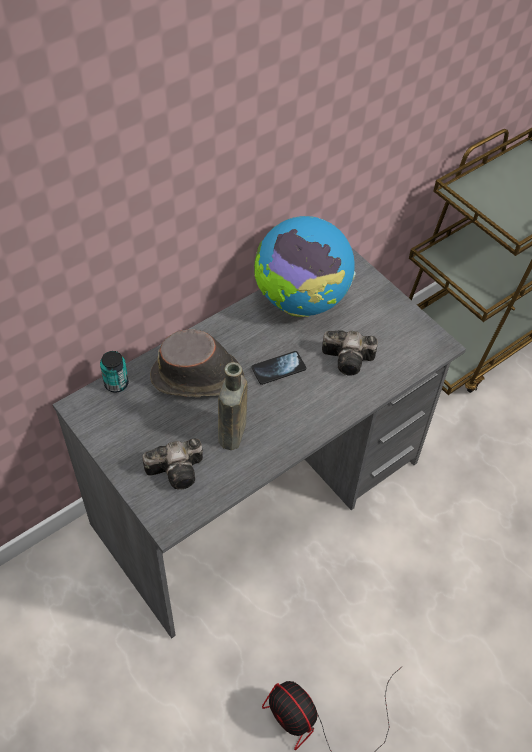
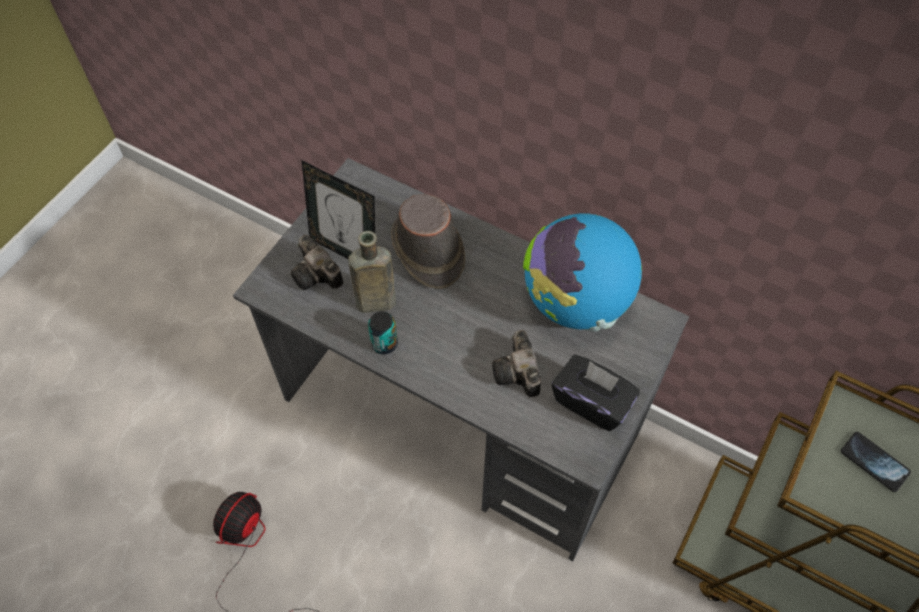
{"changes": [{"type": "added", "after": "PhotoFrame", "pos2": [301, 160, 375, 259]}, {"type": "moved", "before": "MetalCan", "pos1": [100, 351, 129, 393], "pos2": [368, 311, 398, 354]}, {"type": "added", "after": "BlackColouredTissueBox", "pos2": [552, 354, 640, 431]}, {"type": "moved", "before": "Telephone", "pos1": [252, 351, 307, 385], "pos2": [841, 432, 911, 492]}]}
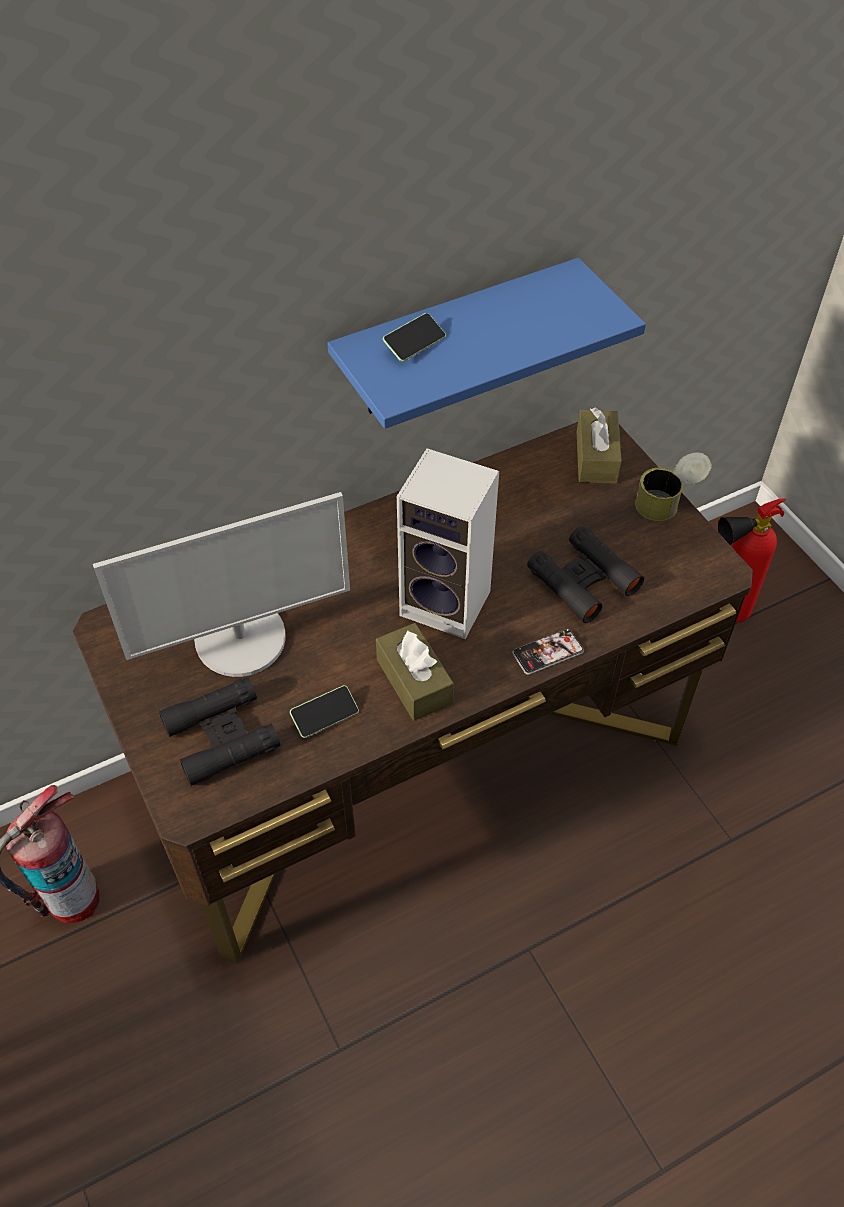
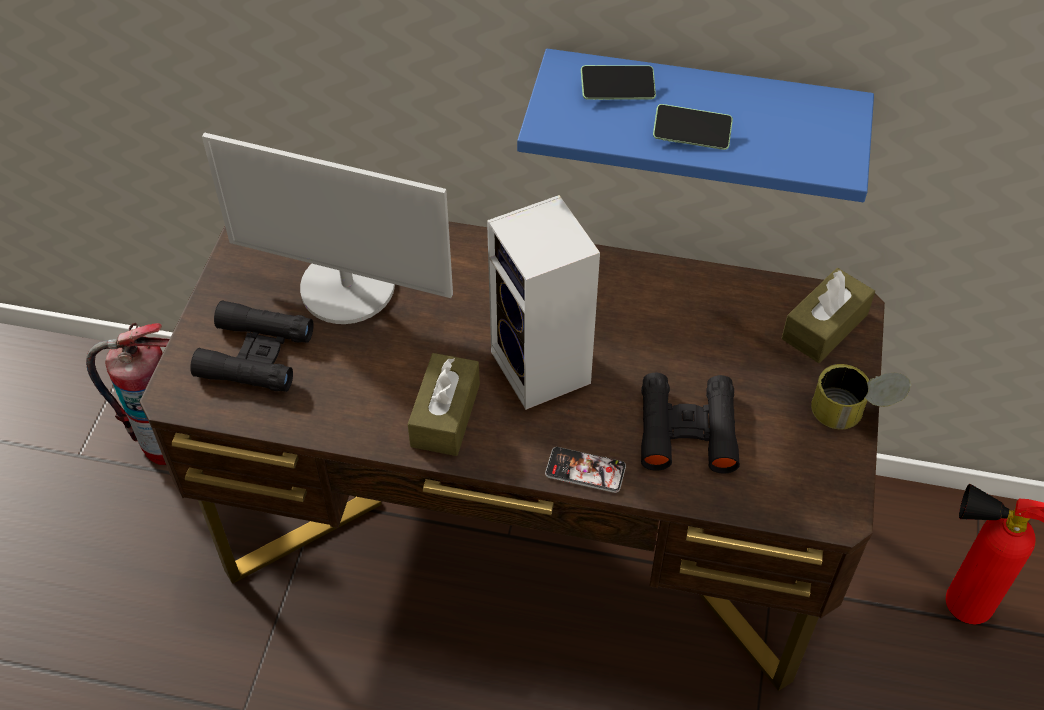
{"changes": [{"type": "moved", "before": "Telephone", "pos1": [290, 685, 359, 738], "pos2": [653, 104, 733, 150]}]}
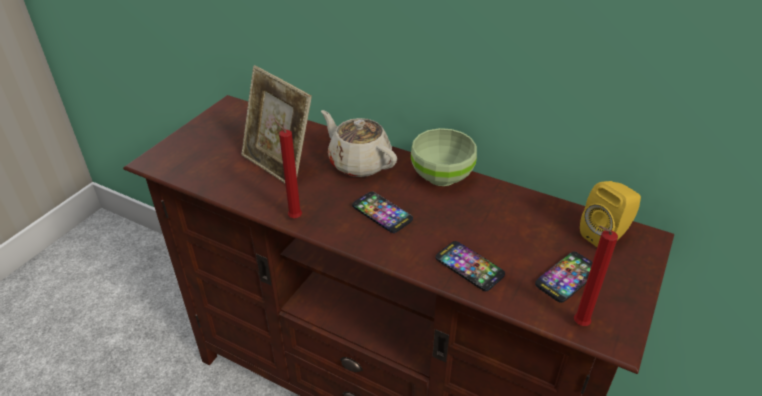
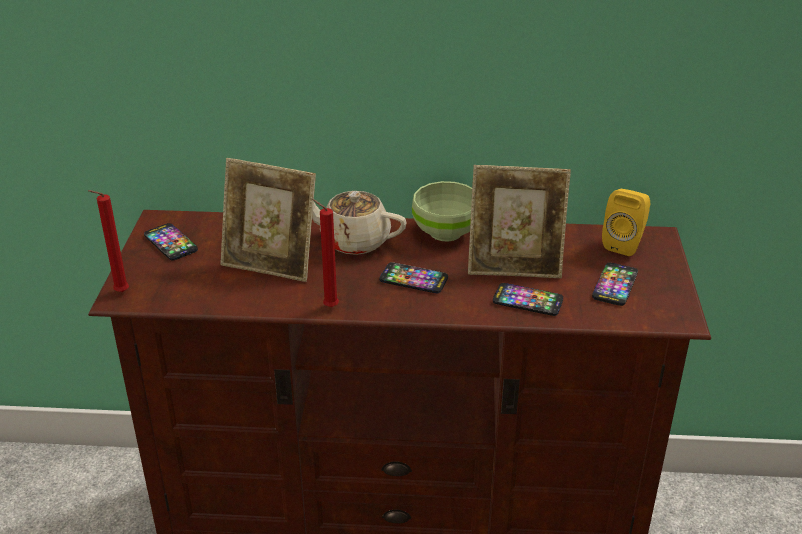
{"changes": [{"type": "moved", "before": "RedWaxCandle", "pos1": [574, 226, 618, 326], "pos2": [88, 190, 129, 292]}, {"type": "added", "after": "Telephone", "pos2": [144, 223, 198, 261]}, {"type": "added", "after": "PhotoFrame", "pos2": [468, 165, 571, 278]}]}
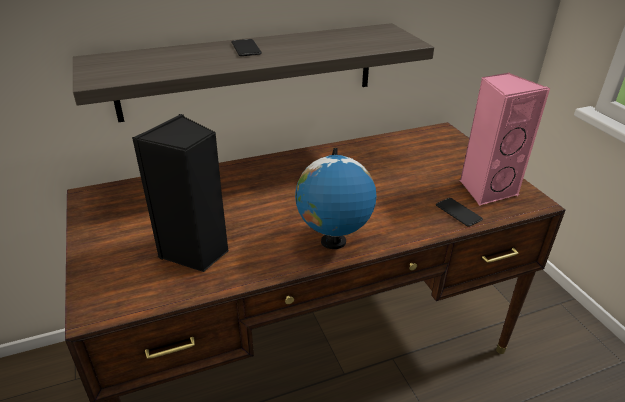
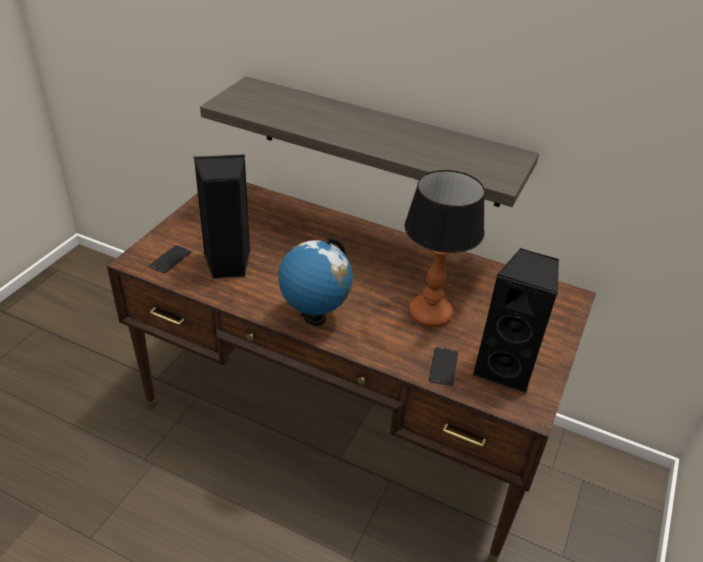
{"changes": [{"type": "moved", "before": "Telephone", "pos1": [231, 39, 262, 56], "pos2": [149, 245, 191, 273]}, {"type": "added", "after": "TableLamp", "pos2": [404, 170, 485, 327]}, {"type": "recoloured", "before": "PinkishLoudspeaker", "after": "BlackColouredLoudspeaker", "pos1": [460, 72, 550, 205], "pos2": [473, 248, 559, 394]}]}
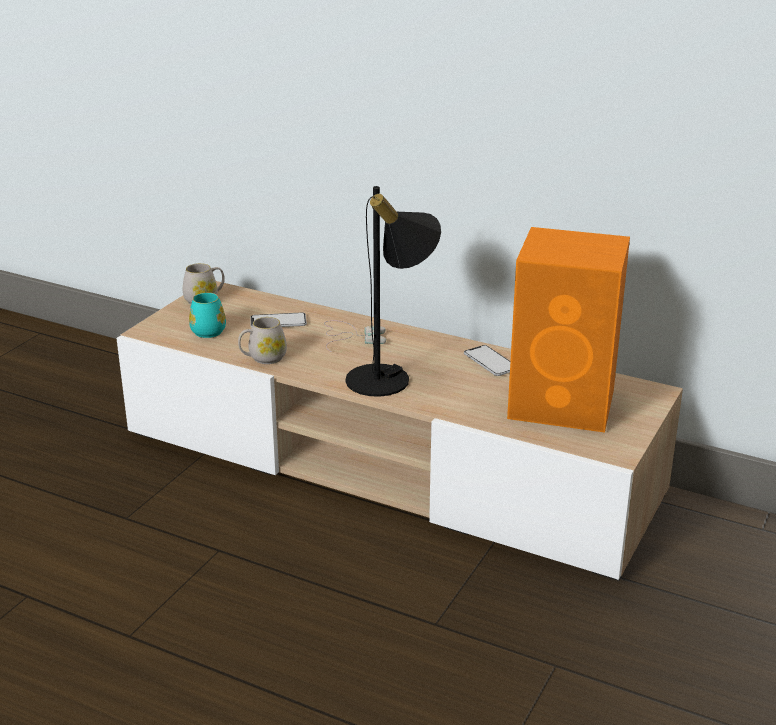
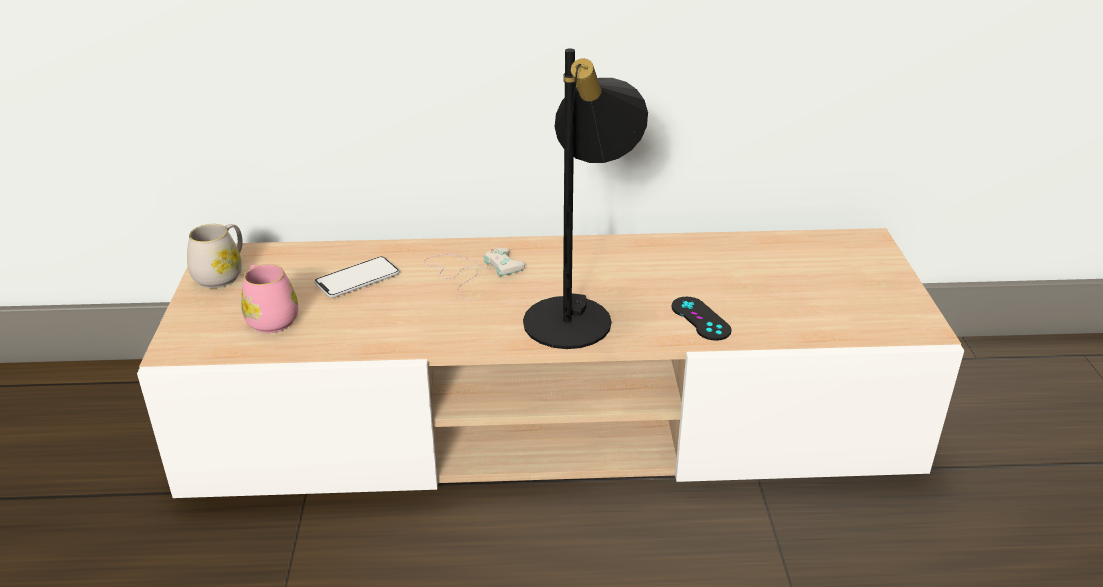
{"changes": [{"type": "recoloured", "before": "TurquoiseMug", "after": "PinkishMug", "pos1": [189, 292, 226, 338], "pos2": [241, 264, 298, 333]}, {"type": "added", "after": "BlackColouredGameController", "pos2": [671, 297, 732, 341]}, {"type": "removed", "before": "WhitishMug", "pos1": [238, 317, 287, 364]}, {"type": "removed", "before": "Telephone", "pos1": [464, 345, 510, 376]}, {"type": "removed", "before": "OrangeLoudspeaker", "pos1": [507, 227, 630, 433]}]}
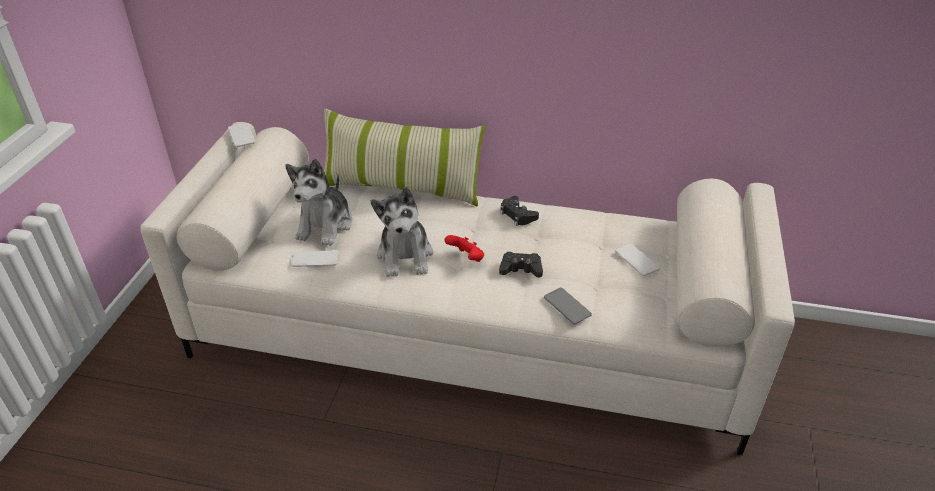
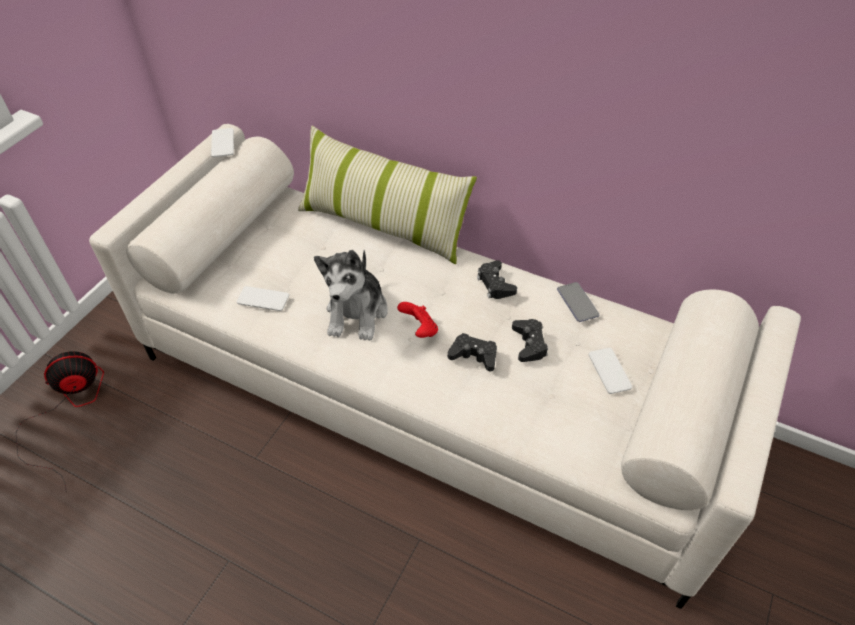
{"changes": [{"type": "added", "after": "CoolingFan", "pos2": [16, 351, 104, 493]}, {"type": "added", "after": "BlackColouredGameController", "pos2": [512, 319, 548, 362]}, {"type": "moved", "before": "Telephone", "pos1": [544, 288, 592, 324], "pos2": [557, 282, 599, 322]}, {"type": "removed", "before": "SoftToy", "pos1": [285, 158, 352, 246]}]}
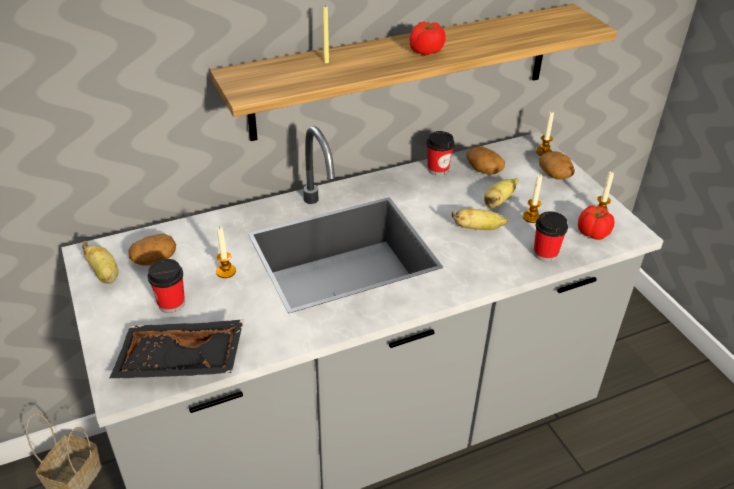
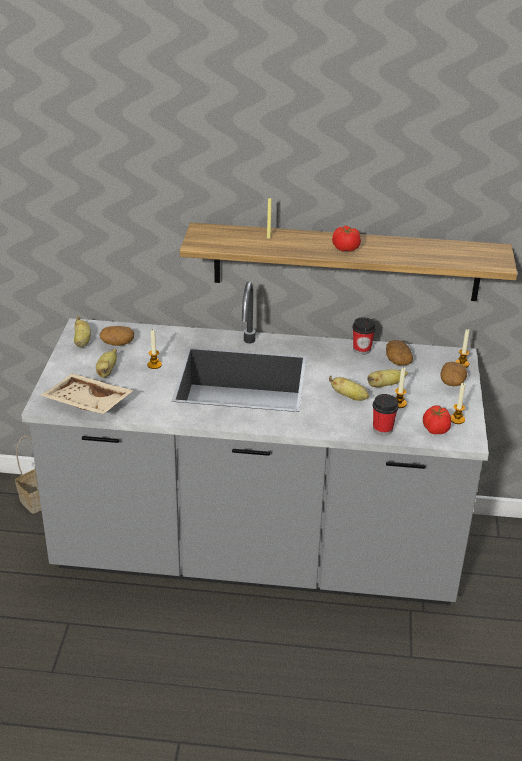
{"changes": [{"type": "recoloured", "before": "BlackColouredCarryingTray", "after": "SandColouredCarryingTray", "pos1": [109, 320, 244, 378], "pos2": [41, 374, 134, 414]}, {"type": "replaced", "before": "DrinkingCup", "after": "Banana", "pos1": [148, 259, 185, 313], "pos2": [96, 349, 117, 378]}]}
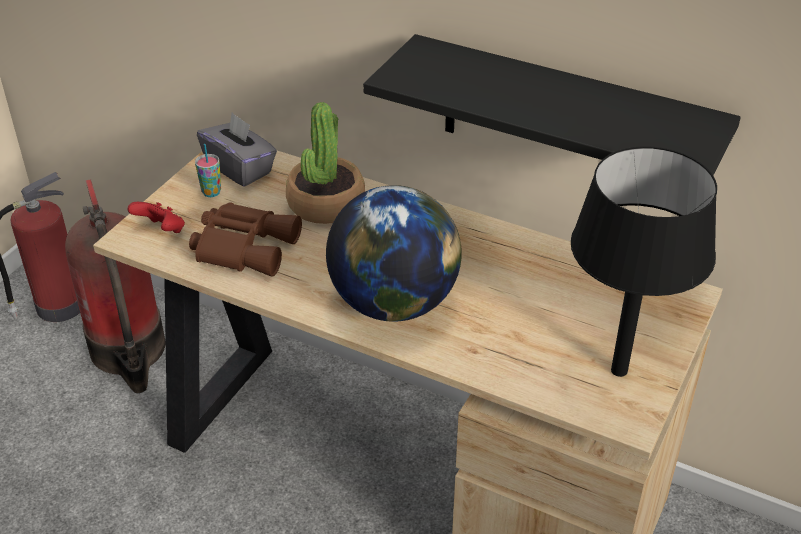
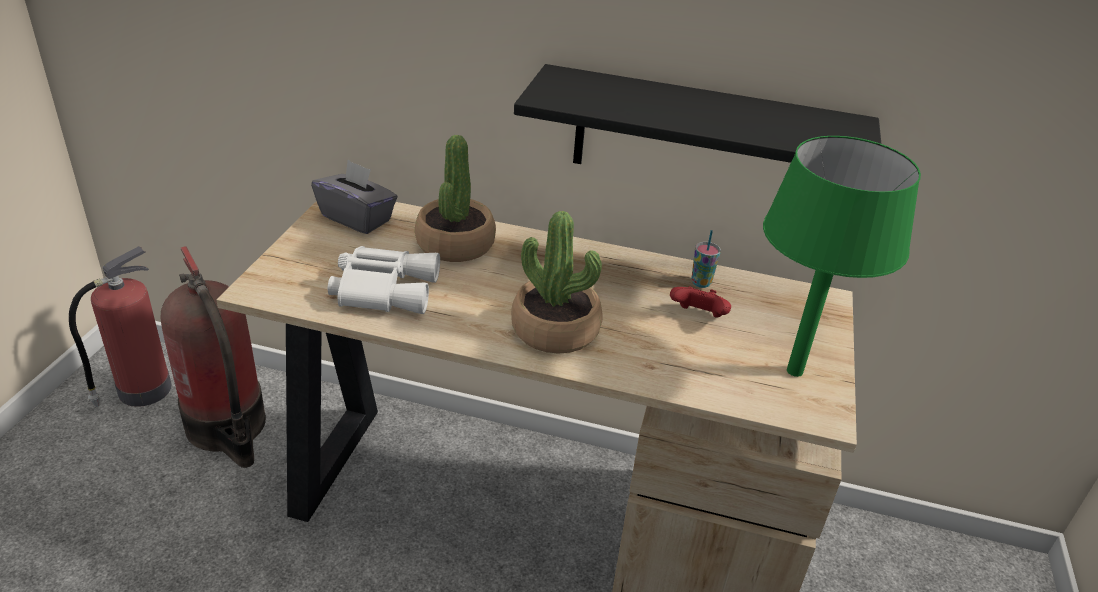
{"changes": [{"type": "recoloured", "before": "BrownColouredBinoculars", "after": "WhitishBinoculars", "pos1": [189, 202, 302, 277], "pos2": [328, 246, 440, 314]}, {"type": "replaced", "before": "DeskGlobe", "after": "PlantInAPot", "pos1": [326, 185, 462, 322], "pos2": [511, 211, 603, 354]}, {"type": "moved", "before": "RedGameController", "pos1": [128, 202, 185, 233], "pos2": [670, 287, 731, 318]}, {"type": "moved", "before": "DrinkingCup", "pos1": [195, 144, 221, 197], "pos2": [691, 230, 721, 288]}, {"type": "recoloured", "before": "BlackColouredTableLamp", "after": "GreenishTableLamp", "pos1": [571, 146, 717, 377], "pos2": [763, 136, 921, 377]}]}
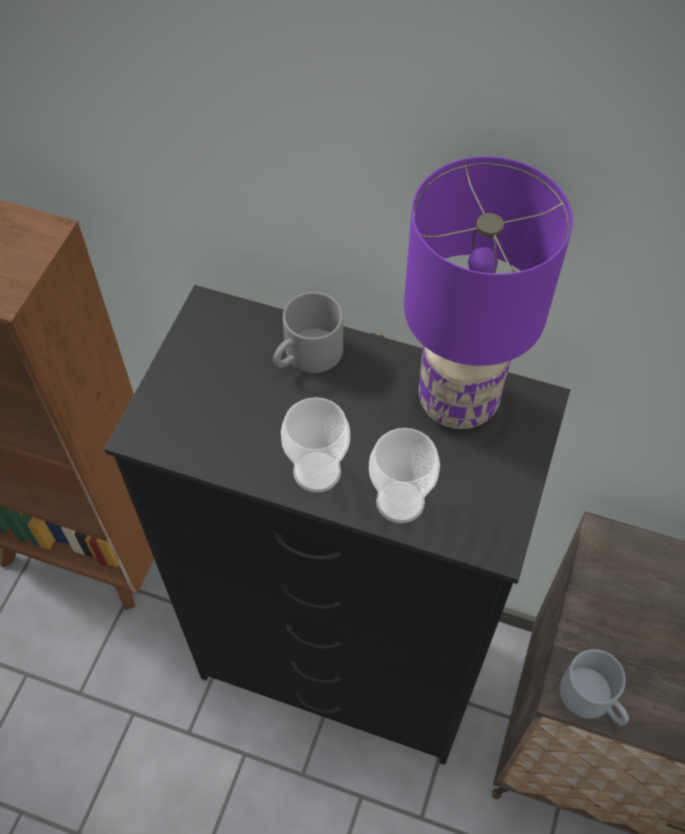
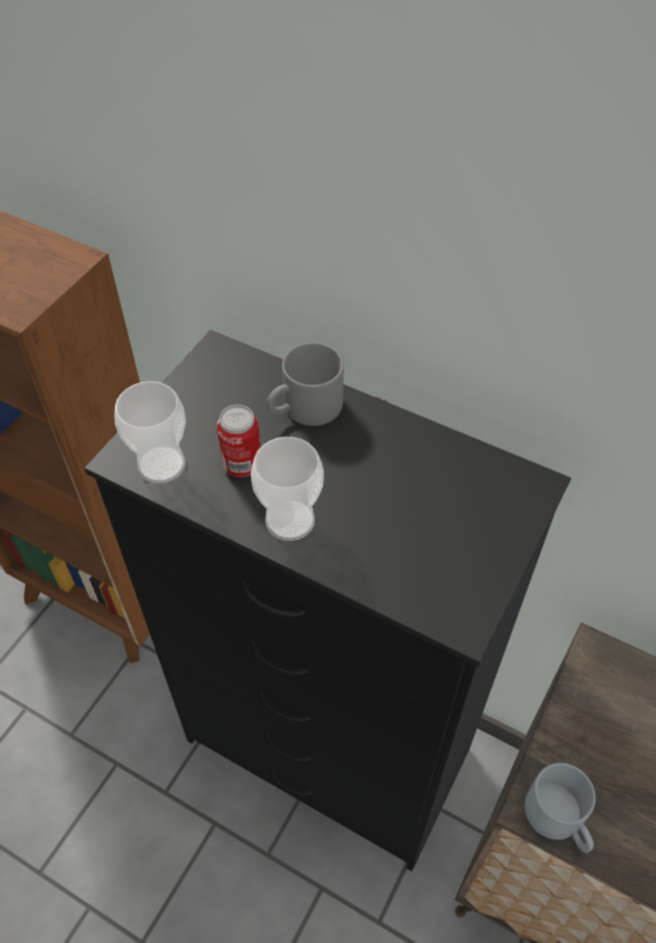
{"changes": [{"type": "moved", "before": "DrinkingCup", "pos1": [369, 428, 440, 523], "pos2": [114, 381, 186, 483]}, {"type": "added", "after": "MetalCan", "pos2": [217, 405, 261, 477]}, {"type": "removed", "before": "PurpleTableLamp", "pos1": [404, 156, 573, 429]}]}
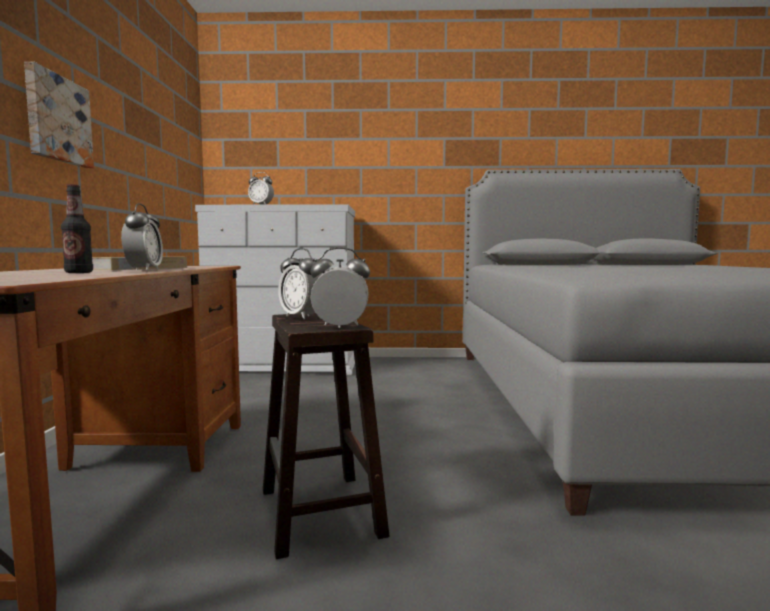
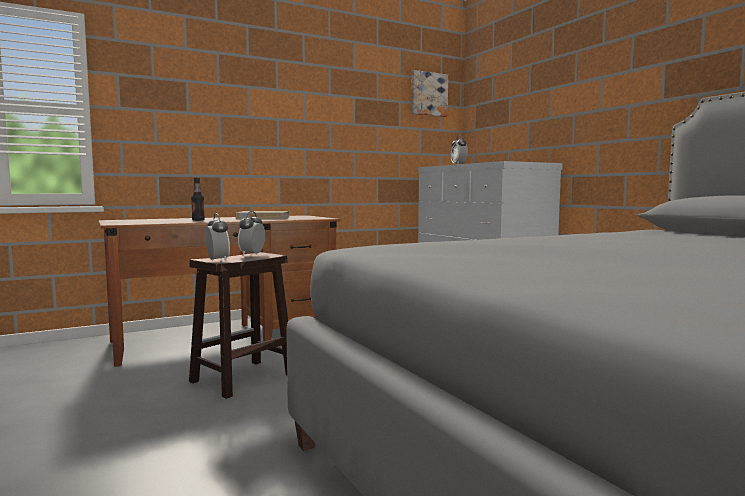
{"changes": [{"type": "moved", "before": "WallArt", "pos1": [24, 62, 94, 168], "pos2": [411, 70, 448, 117]}, {"type": "removed", "before": "AlarmClock", "pos1": [121, 203, 163, 271]}]}
